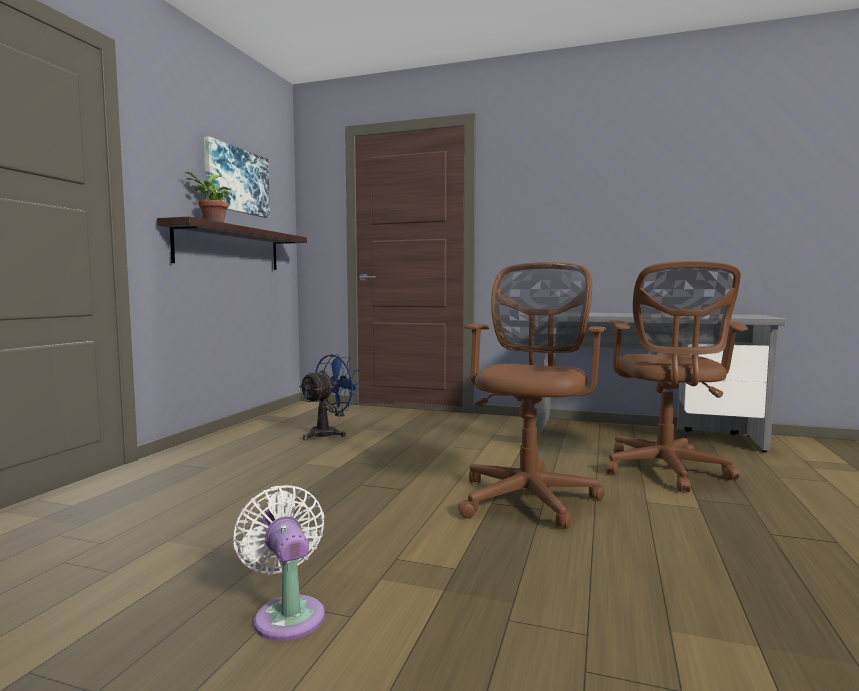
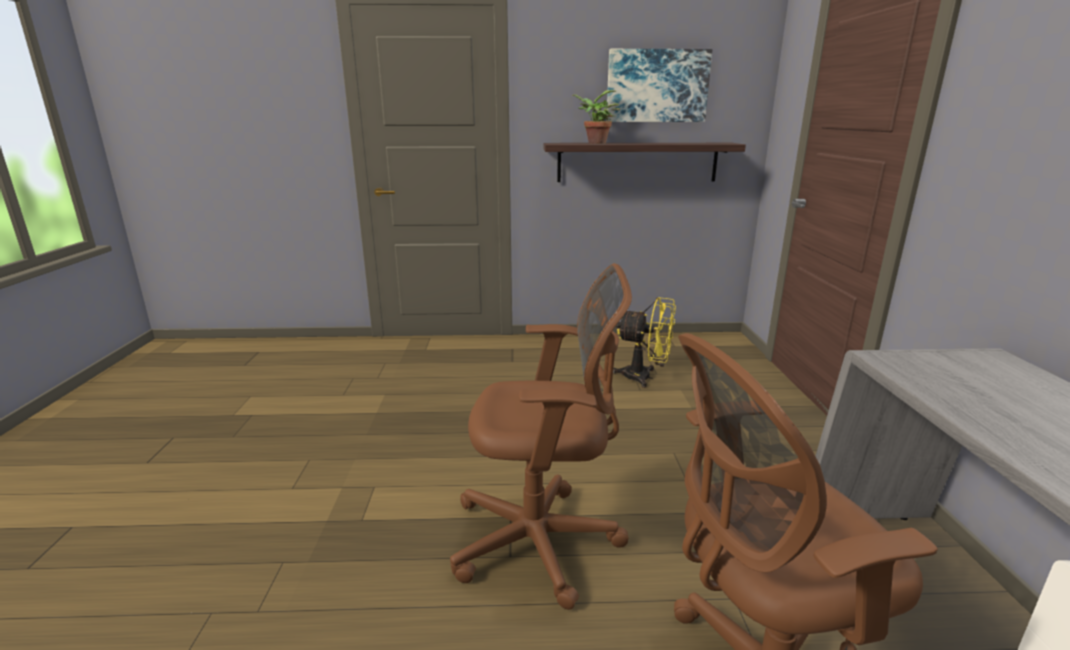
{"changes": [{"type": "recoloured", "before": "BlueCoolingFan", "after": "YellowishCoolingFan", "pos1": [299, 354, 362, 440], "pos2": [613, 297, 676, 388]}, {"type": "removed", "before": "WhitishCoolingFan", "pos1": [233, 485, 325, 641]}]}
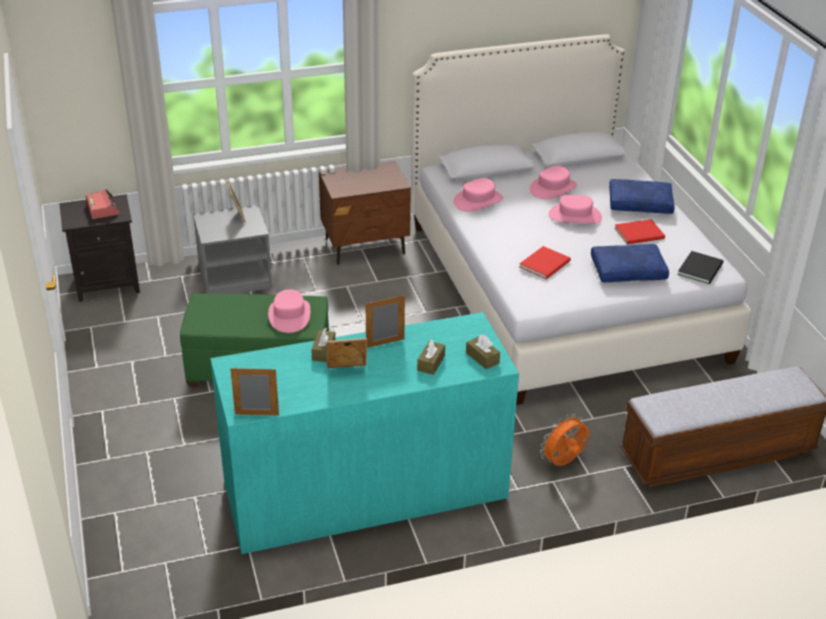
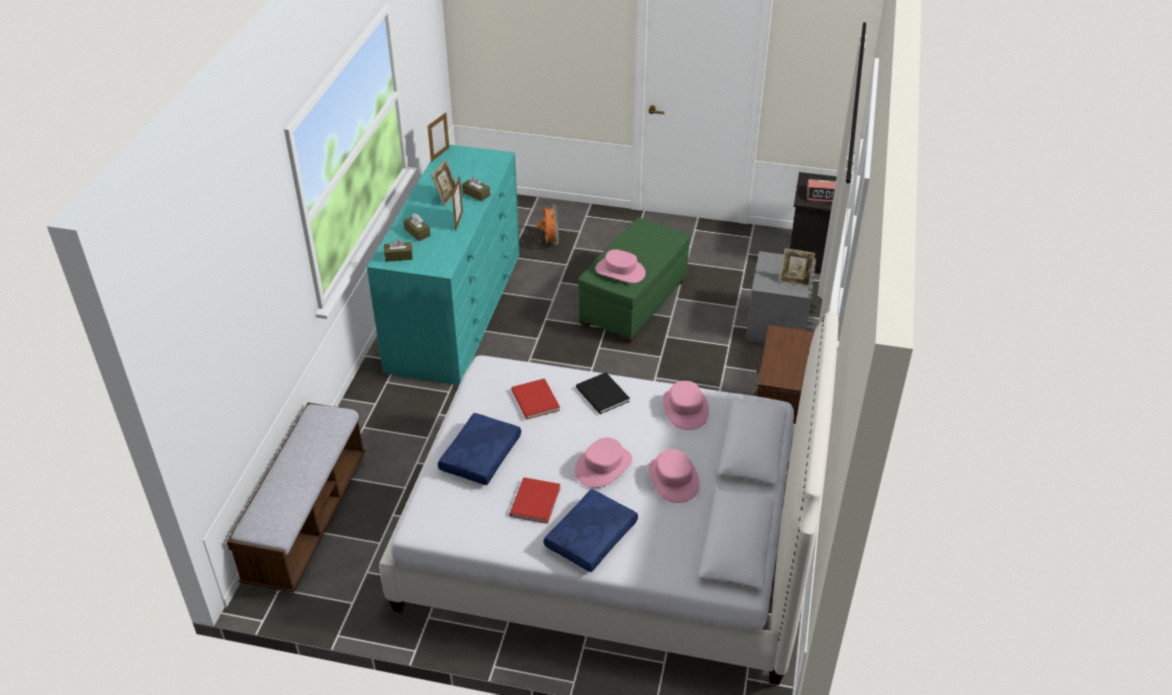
{"changes": [{"type": "moved", "before": "OrangeCoolingFan", "pos1": [540, 413, 589, 466], "pos2": [537, 203, 559, 246]}, {"type": "moved", "before": "BlackColouredBoundBook", "pos1": [677, 251, 723, 284], "pos2": [576, 372, 630, 414]}]}
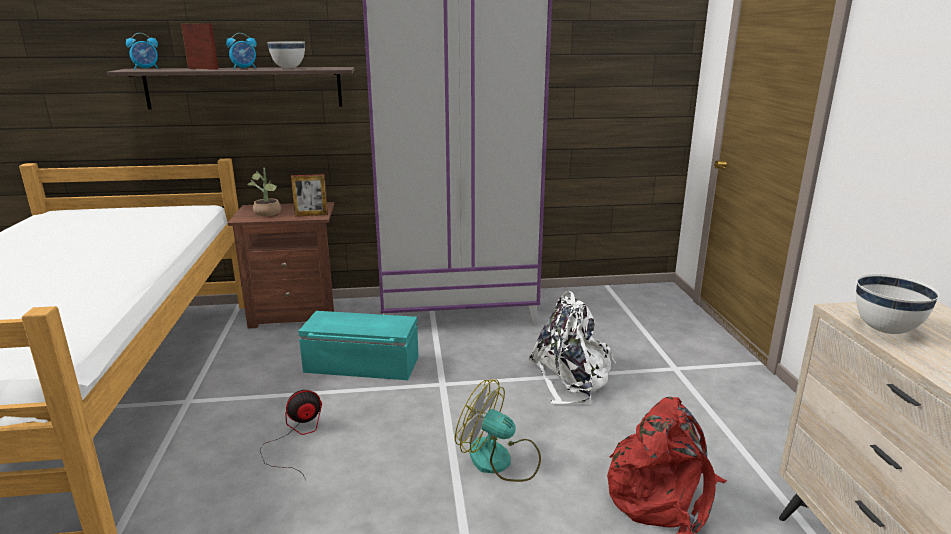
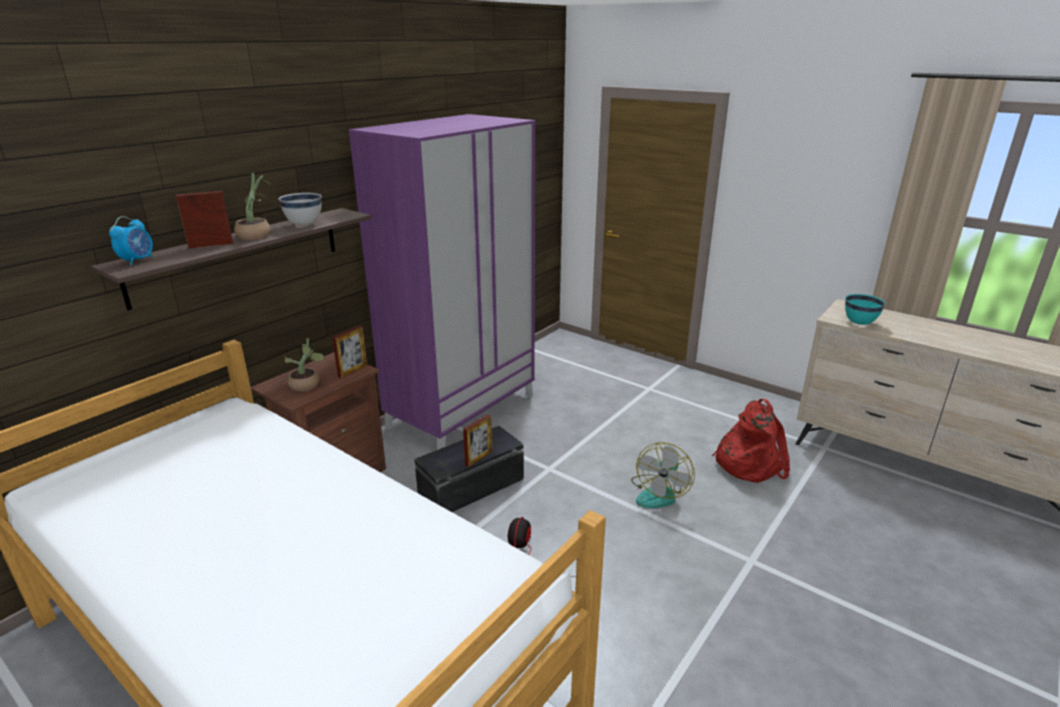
{"changes": [{"type": "replaced", "before": "AlarmClock", "after": "PlantInAPot", "pos1": [226, 33, 257, 69], "pos2": [234, 173, 271, 240]}, {"type": "recoloured", "before": "TurquoiseStorageBox", "after": "BlackColouredStorageBox", "pos1": [298, 311, 419, 380], "pos2": [414, 426, 524, 512]}, {"type": "added", "after": "PhotoFrame", "pos2": [463, 415, 492, 467]}, {"type": "turned", "before": "CoolingFan", "pos1": [455, 379, 541, 482], "pos2": [631, 442, 695, 508], "turn": -45}, {"type": "recoloured", "before": "WhitishServingBowl", "after": "TurquoiseServingBowl", "pos1": [856, 274, 939, 334], "pos2": [845, 294, 885, 325]}, {"type": "removed", "before": "WhitishRucksack", "pos1": [529, 291, 616, 404]}]}
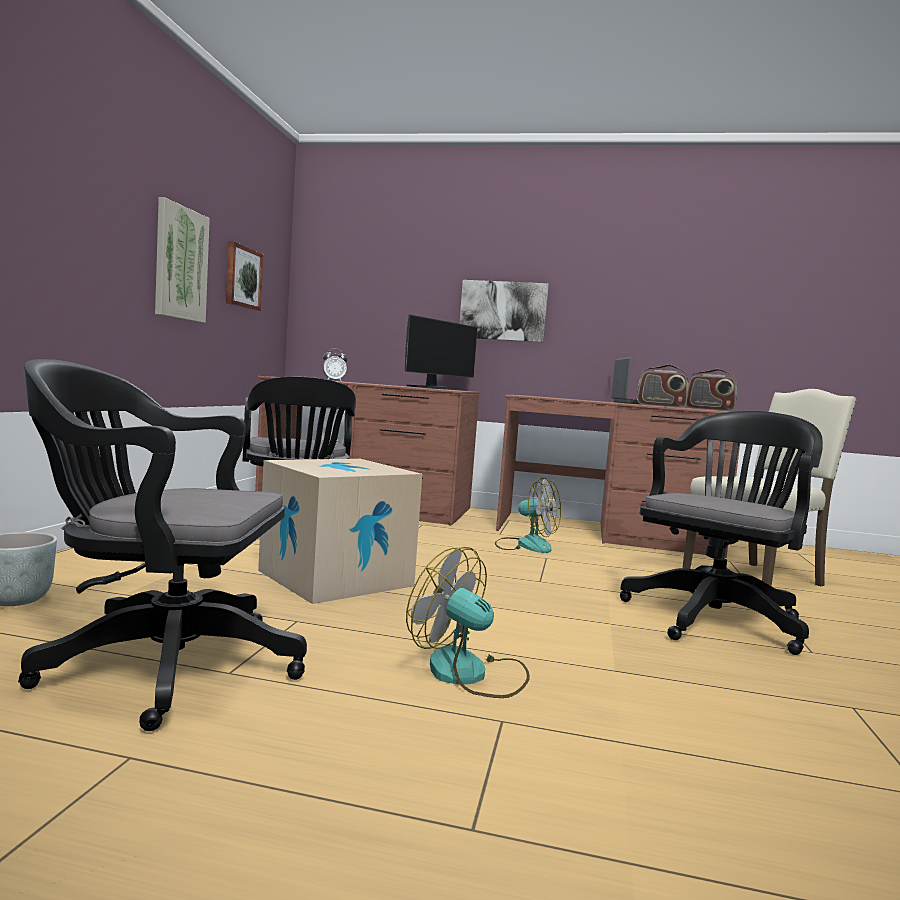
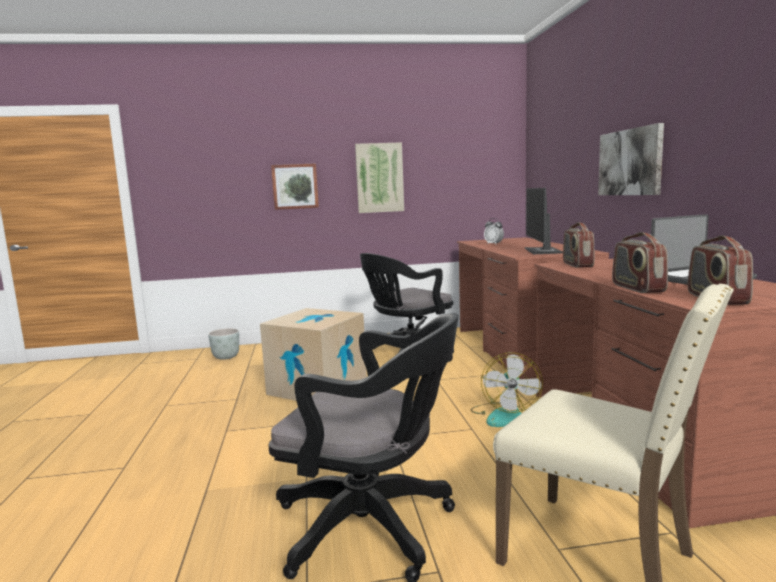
{"changes": [{"type": "moved", "before": "WallArt", "pos1": [226, 241, 263, 311], "pos2": [271, 164, 319, 210]}, {"type": "turned", "before": "ComputerScreen", "pos1": [405, 314, 478, 390], "pos2": [525, 188, 563, 254], "turn": 75}, {"type": "added", "after": "RadioReceiver", "pos2": [563, 222, 594, 268]}, {"type": "removed", "before": "BlackColouredDeskChair", "pos1": [18, 359, 307, 731]}, {"type": "removed", "before": "CoolingFan", "pos1": [406, 547, 530, 698]}]}
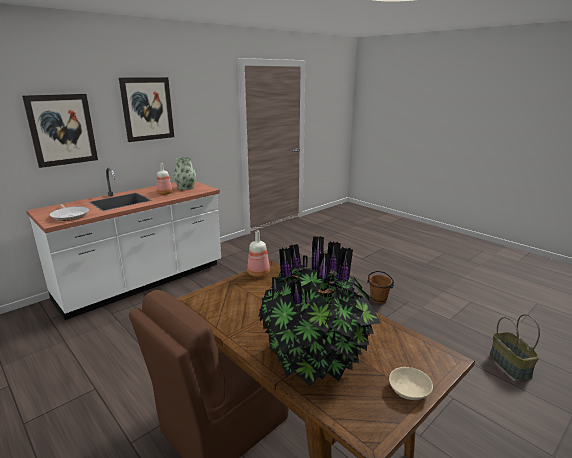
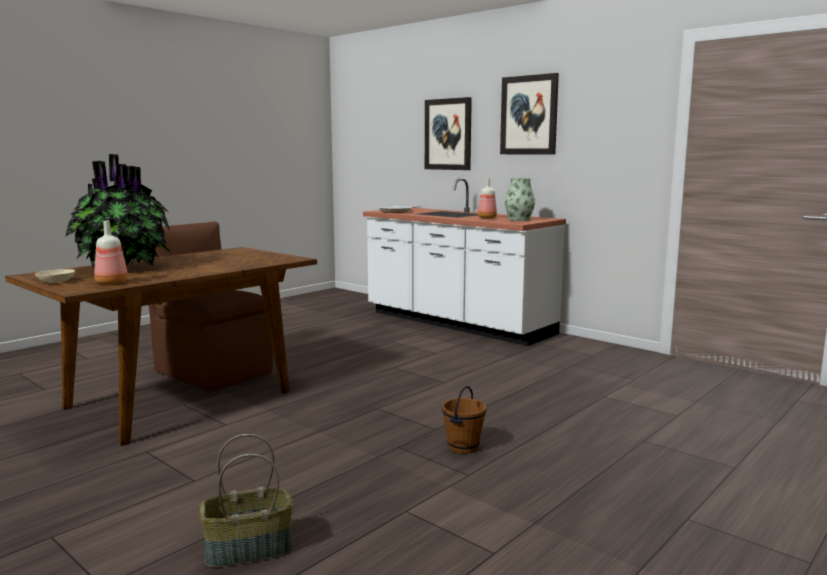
{"changes": [{"type": "moved", "before": "DrinkBottle", "pos1": [247, 231, 270, 277], "pos2": [94, 221, 128, 285]}]}
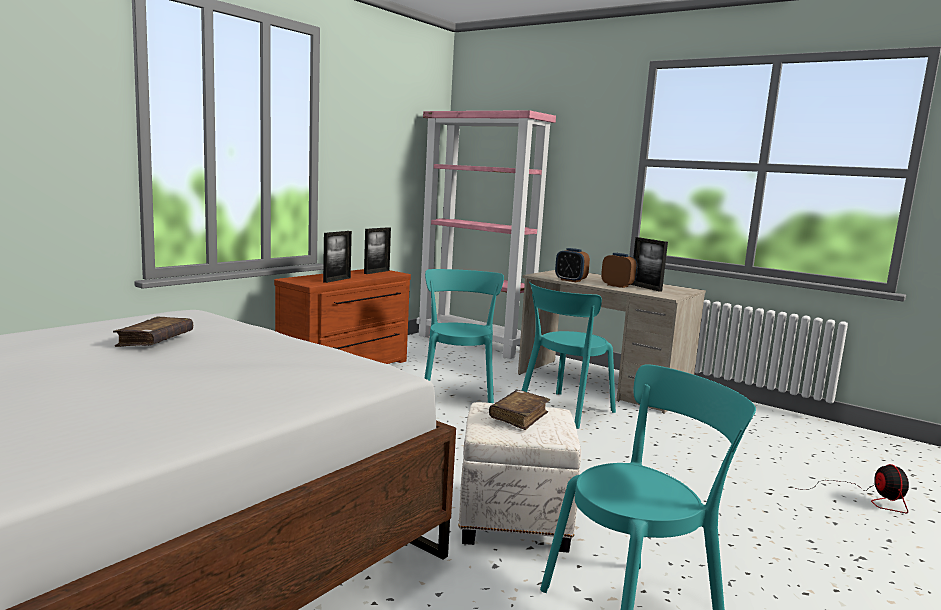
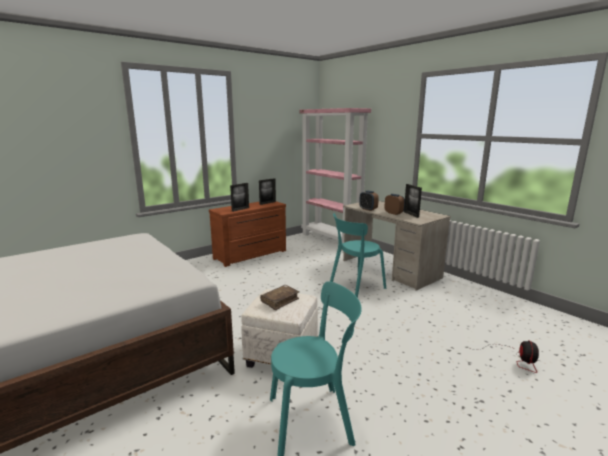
{"changes": [{"type": "removed", "before": "BrownColouredBoundBook", "pos1": [113, 317, 193, 347]}, {"type": "removed", "before": "TurquoiseUprightChair", "pos1": [425, 269, 504, 403]}]}
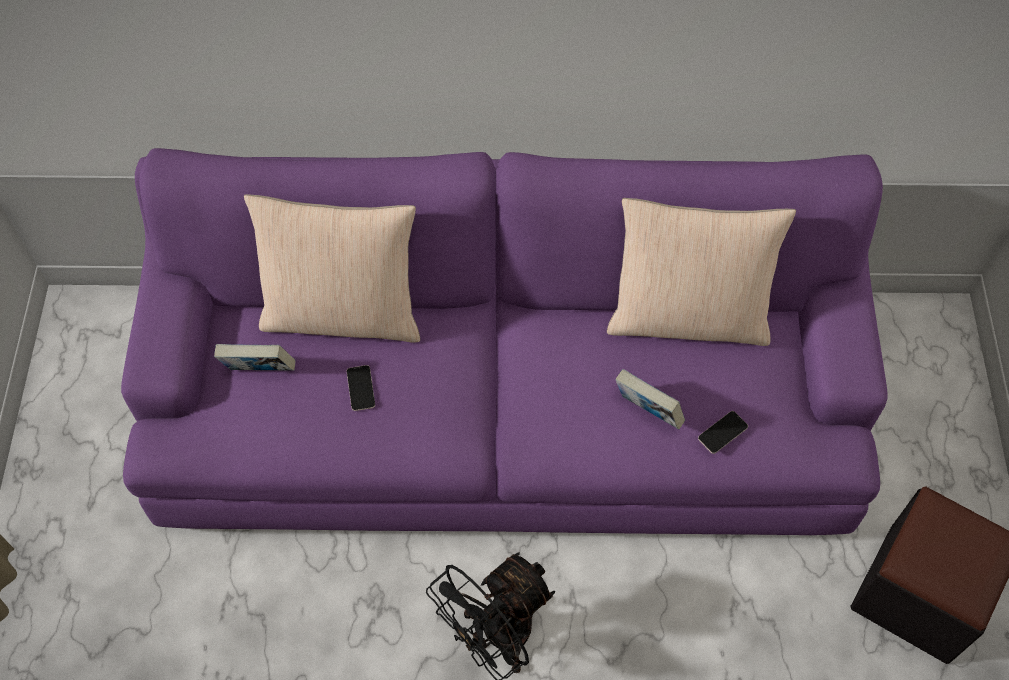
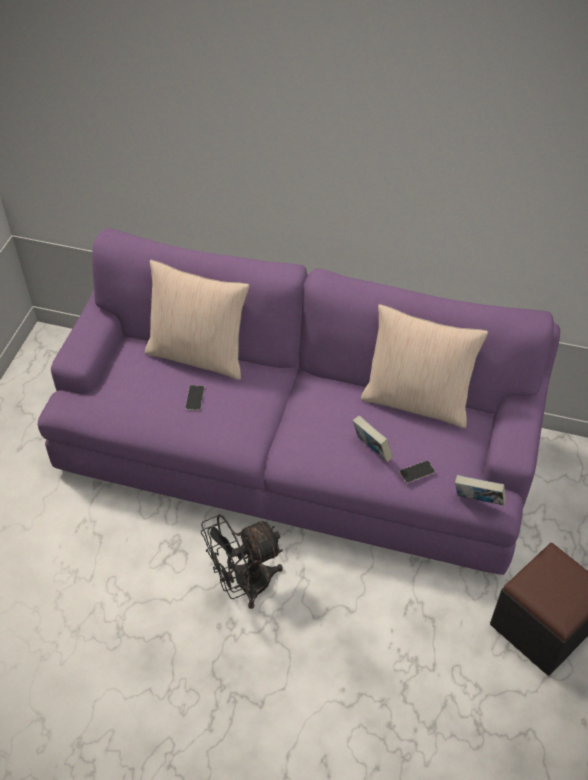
{"changes": [{"type": "moved", "before": "BoundBook", "pos1": [214, 344, 295, 371], "pos2": [455, 475, 506, 505]}]}
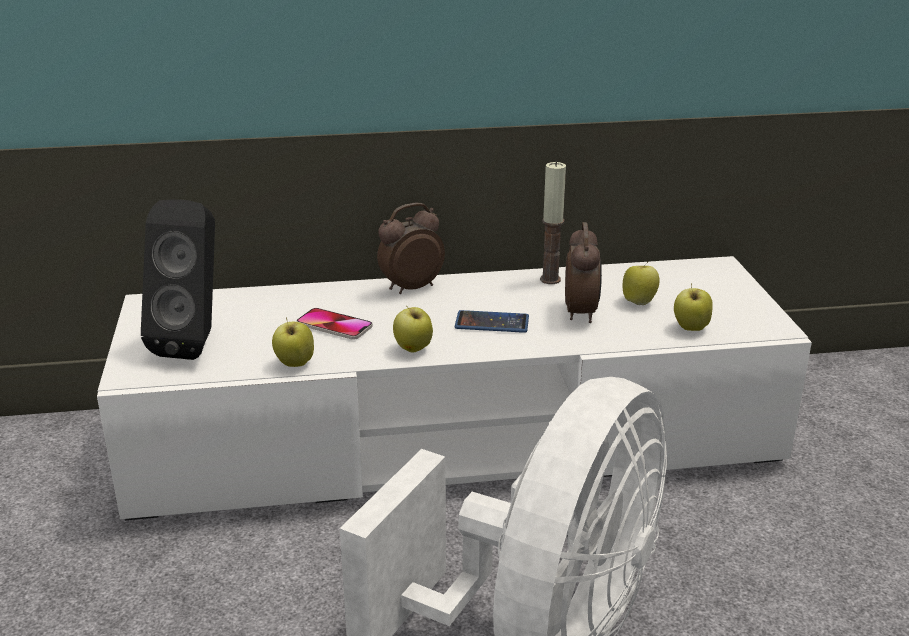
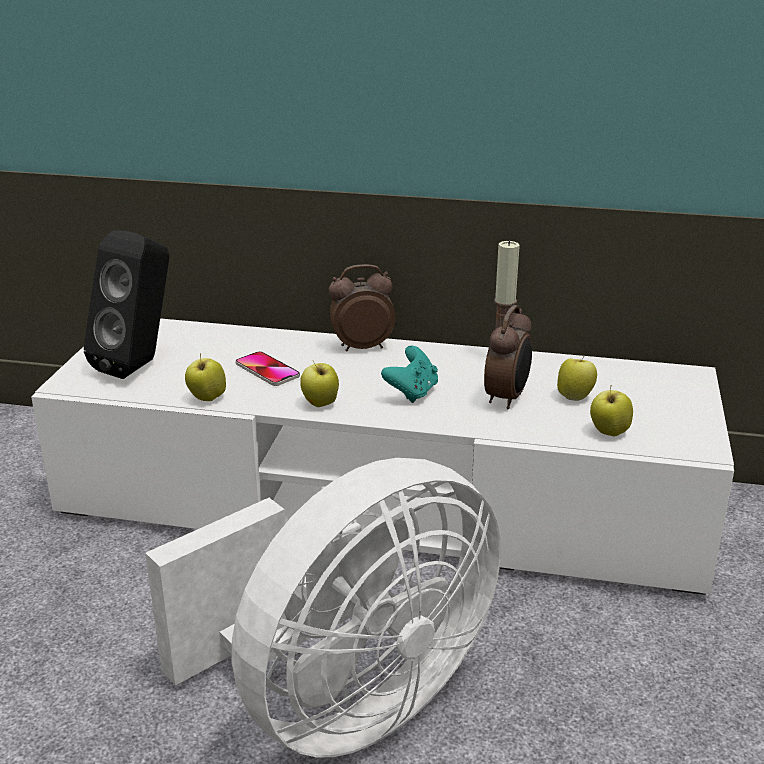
{"changes": [{"type": "replaced", "before": "Telephone", "after": "TurquoiseGameController", "pos1": [455, 310, 529, 333], "pos2": [381, 346, 438, 403]}]}
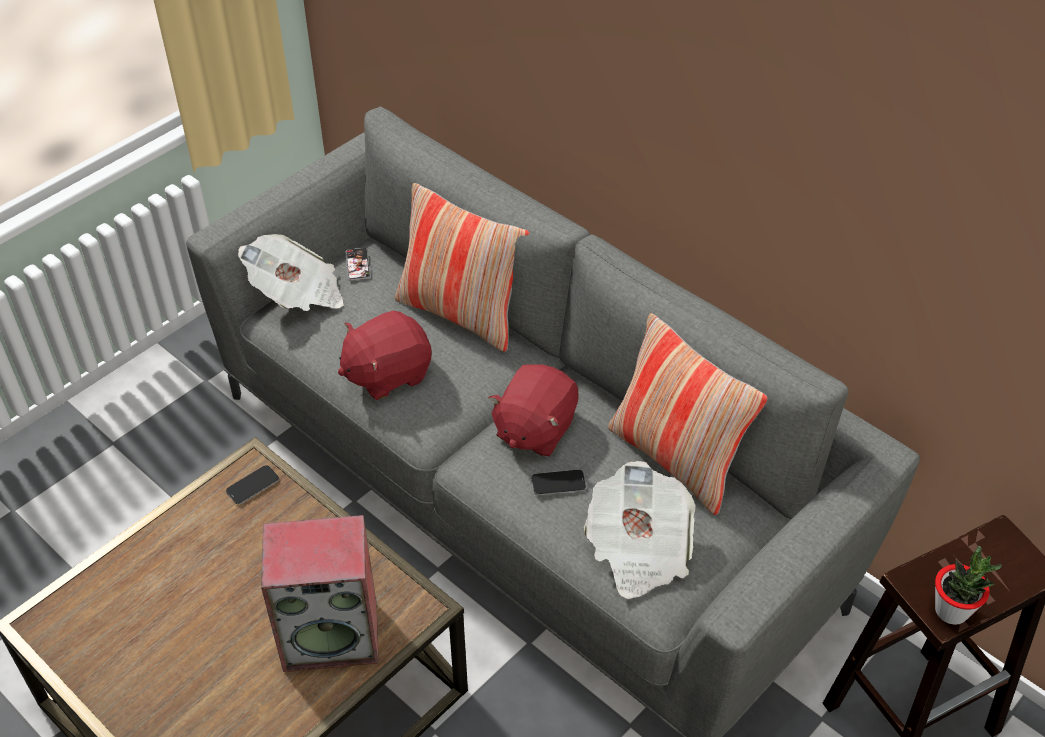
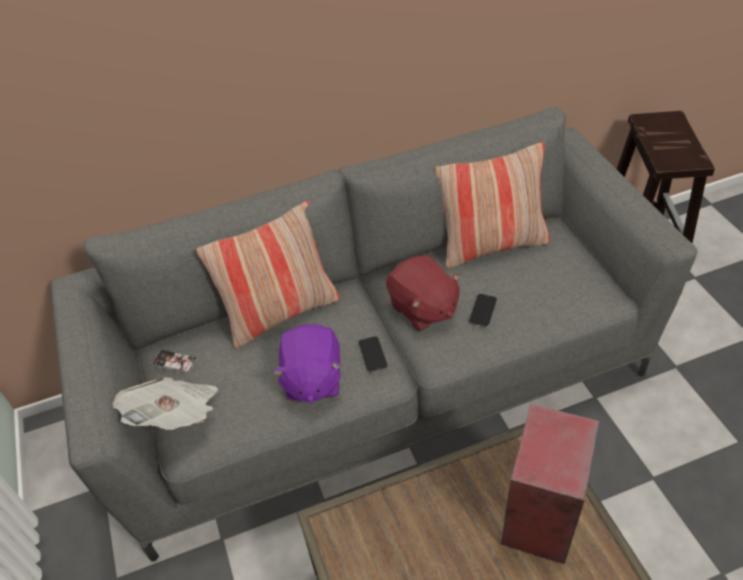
{"changes": [{"type": "recoloured", "before": "RedSoftToy", "after": "PurpleSoftToy", "pos1": [338, 310, 432, 400], "pos2": [272, 324, 342, 403]}, {"type": "moved", "before": "Telephone", "pos1": [226, 465, 279, 505], "pos2": [359, 336, 388, 373]}, {"type": "removed", "before": "Newspaper", "pos1": [584, 461, 696, 599]}, {"type": "removed", "before": "PlantInAPot", "pos1": [935, 546, 1002, 625]}]}
